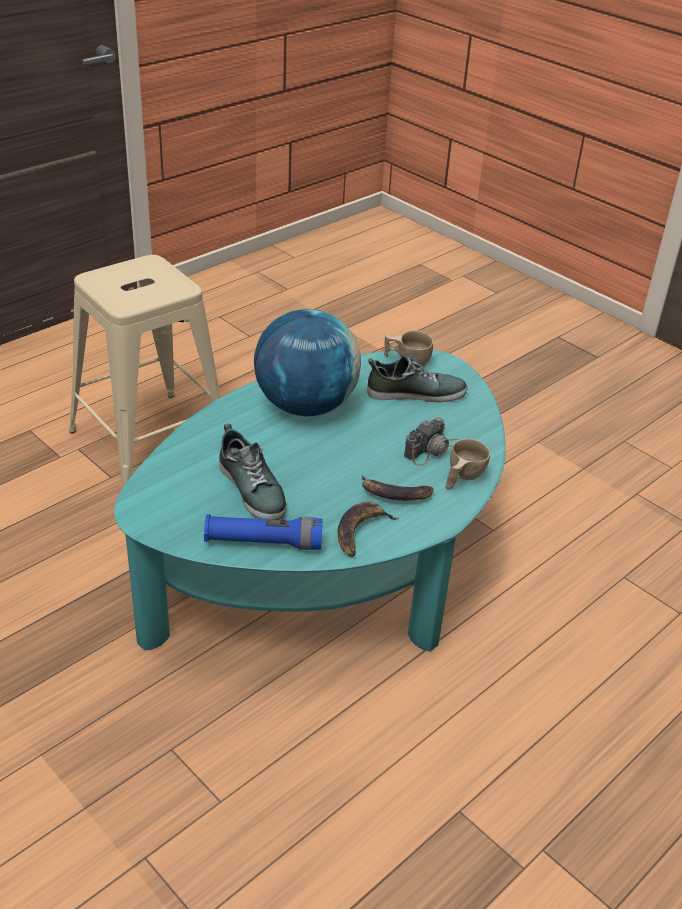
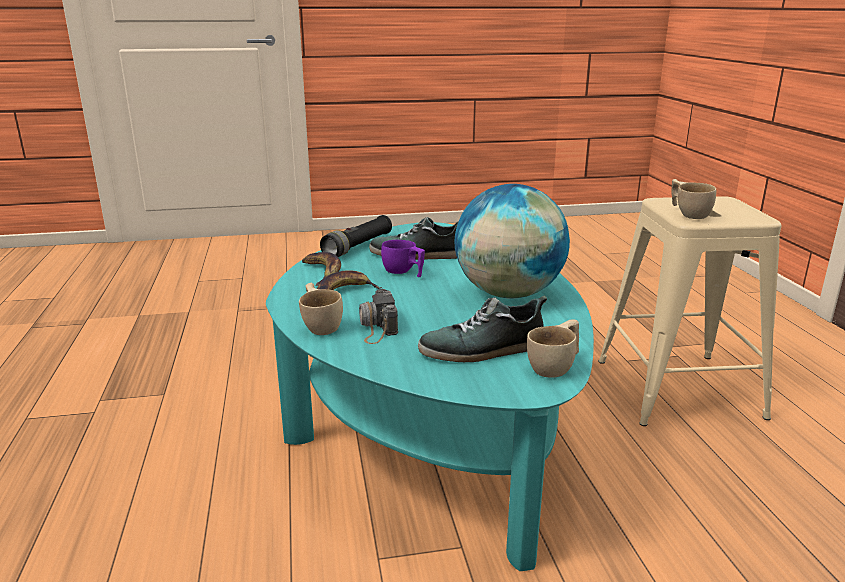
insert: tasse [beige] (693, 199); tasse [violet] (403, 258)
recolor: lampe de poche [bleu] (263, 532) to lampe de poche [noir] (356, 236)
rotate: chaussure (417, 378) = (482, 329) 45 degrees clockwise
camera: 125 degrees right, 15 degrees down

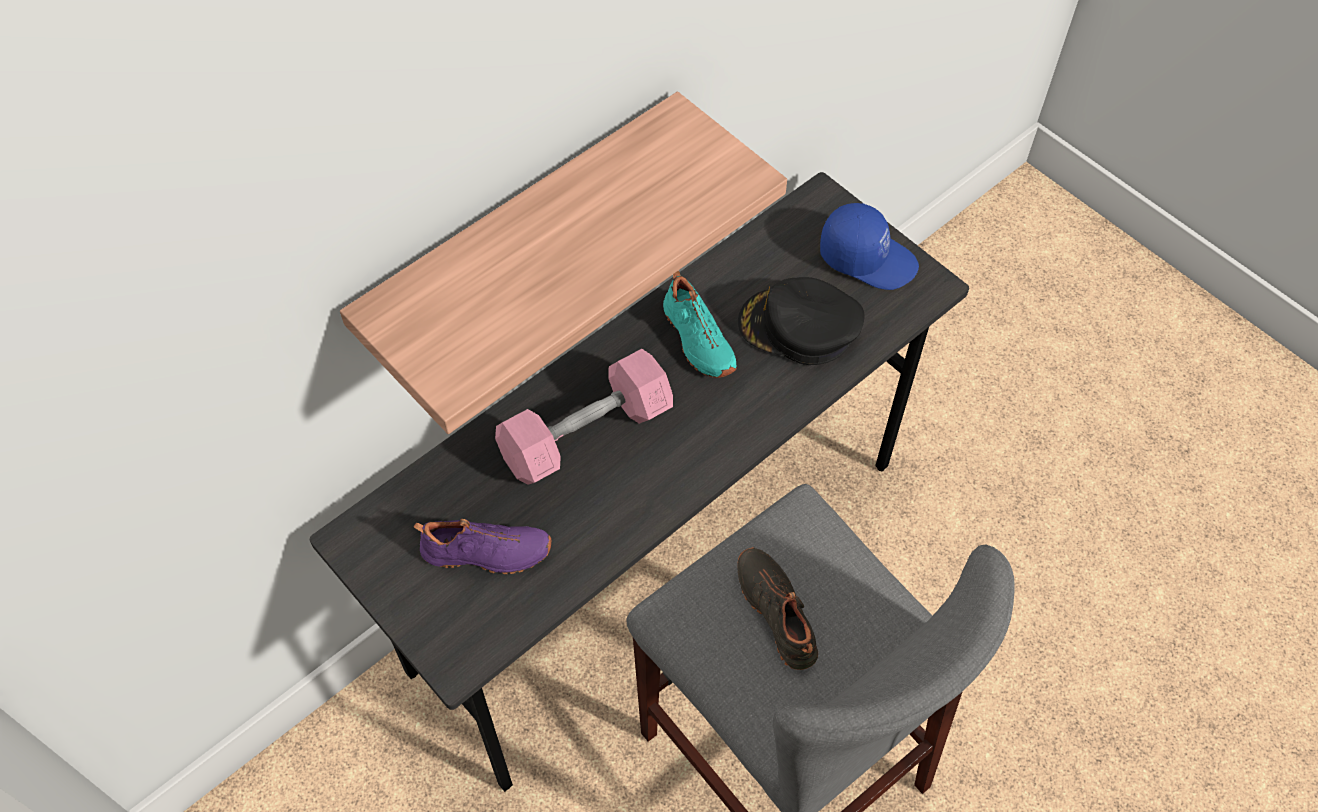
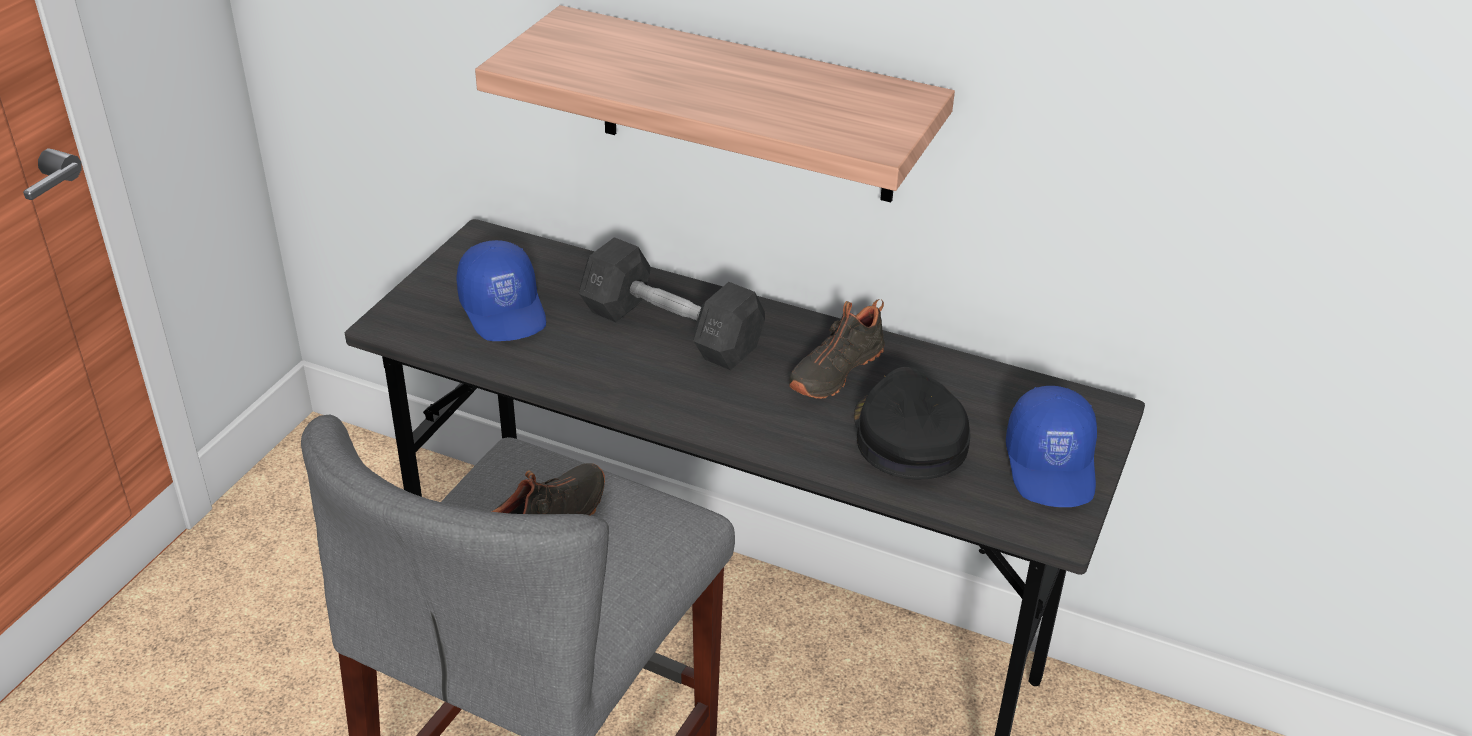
replace: chaussure [violet] (482, 546) to casquette [bleu] (501, 290)
recolor: chaussure [turquoise] (700, 324) to chaussure [noir] (837, 349); haltère [rose] (584, 417) to haltère [gris] (672, 303)
camera: 65 degrees right, 20 degrees down

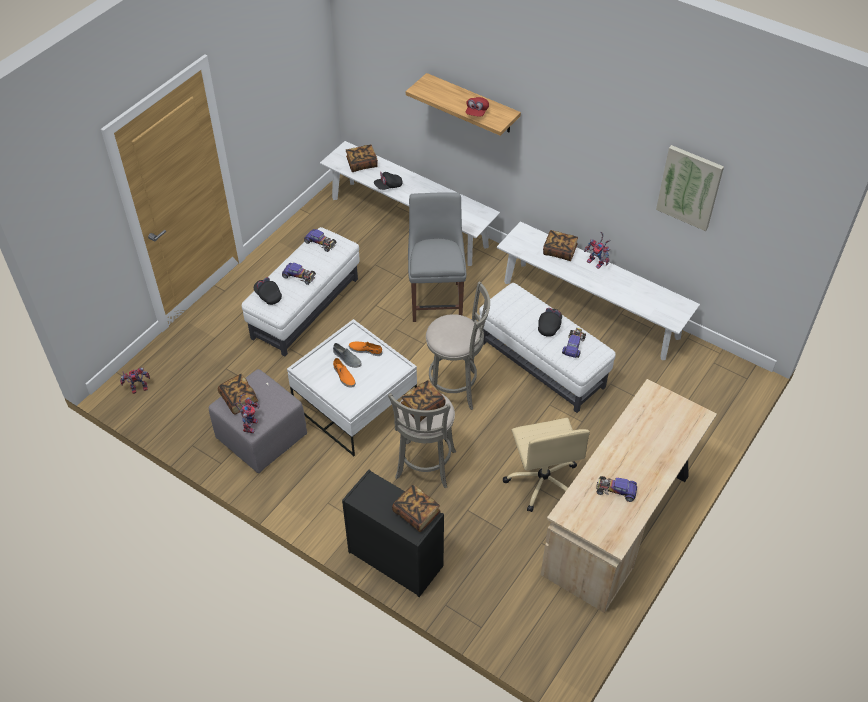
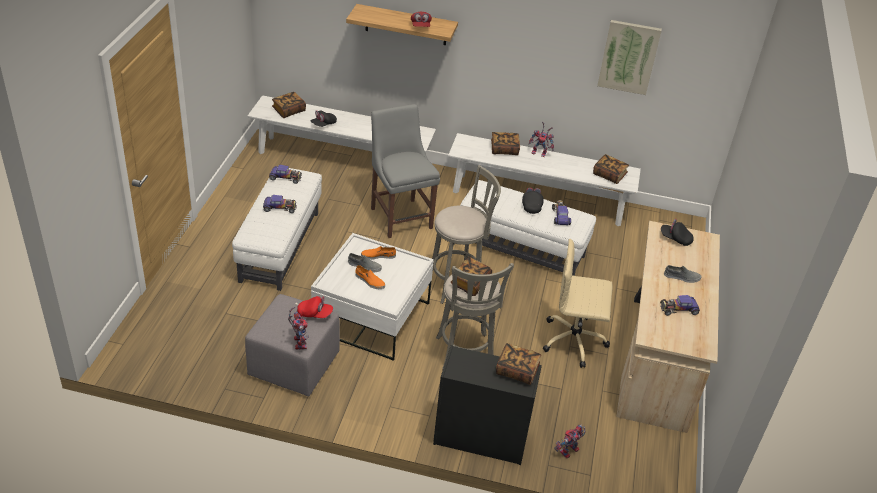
insert: chaussure [gris] (683, 274); casquette [rouge] (315, 307)
move: casquette [noir] (268, 291) to (677, 232); robot jouet (135, 380) to (570, 441); livre (238, 394) to (611, 169)
rotate: chaise de bureau [beige] (546, 465) = (578, 303) 135 degrees clockwise
camera: 25 degrees left, 10 degrees down

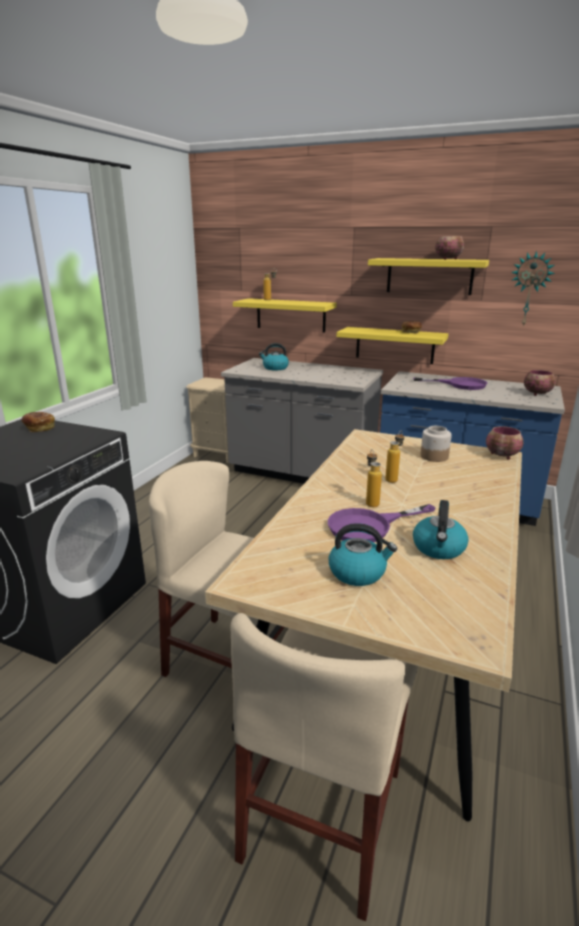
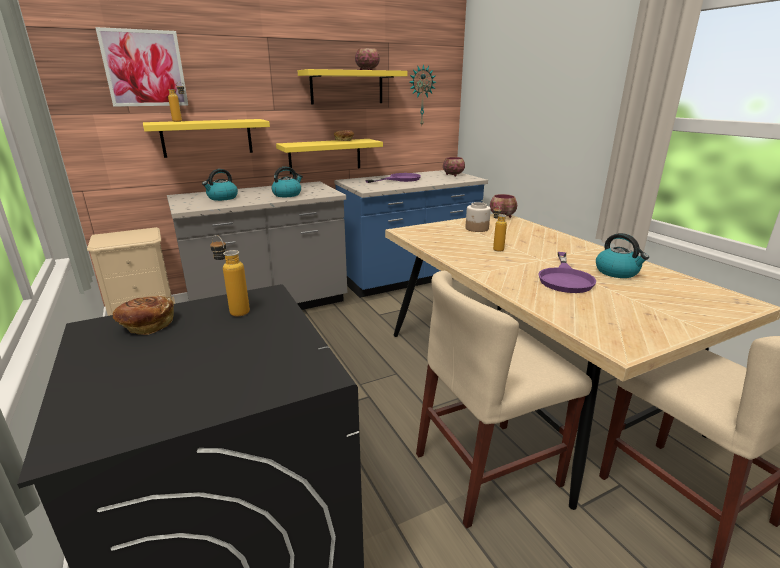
insert: tableau (141, 67)
move: bouteille (374, 478) to (230, 276); bouilloire (363, 554) to (287, 181)
camera: 50 degrees left, 0 degrees up

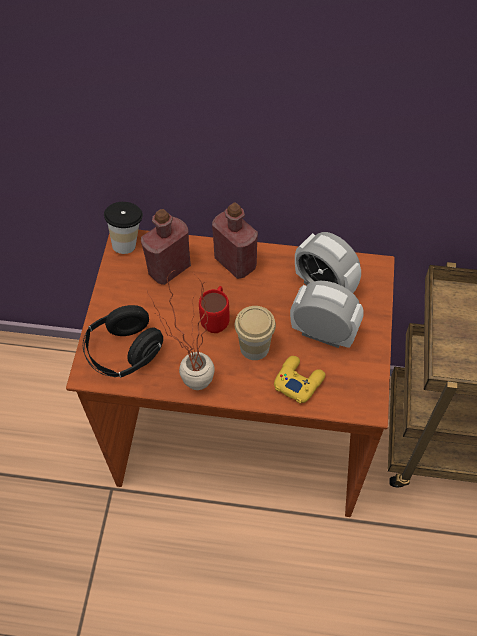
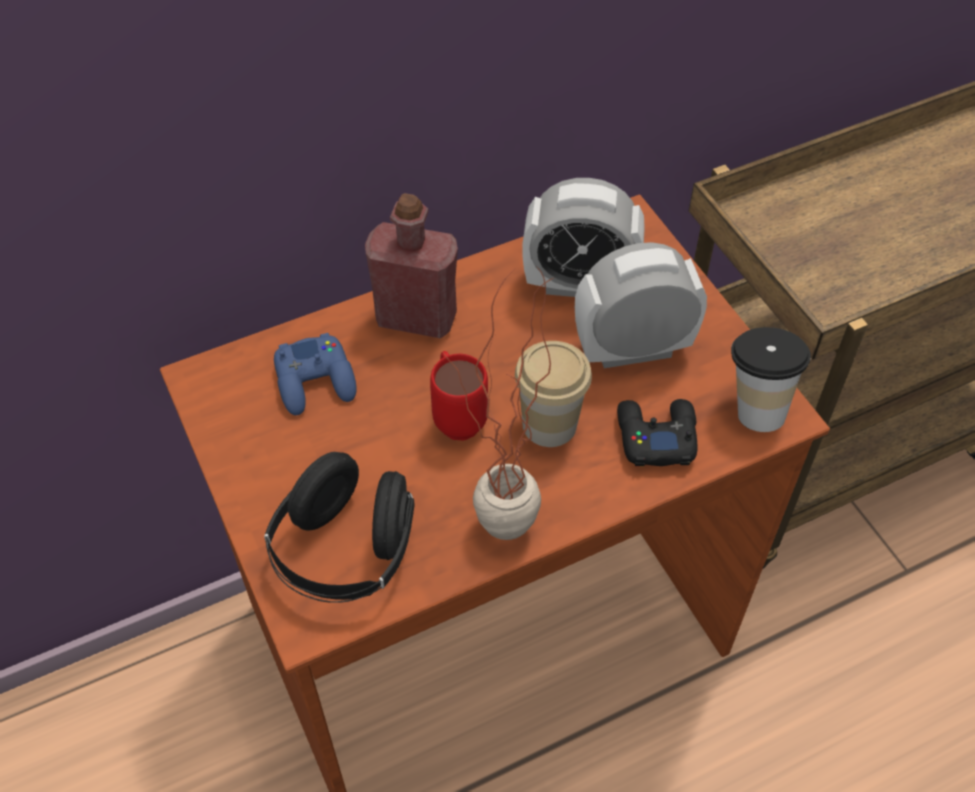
move: tasse (123, 228) to (771, 379)
replace: bouteille [rouge] (166, 247) to manette [bleu] (315, 374)
recolor: manette [jaune] (299, 380) to manette [noir] (657, 432)
camera: 35 degrees left, 5 degrees down

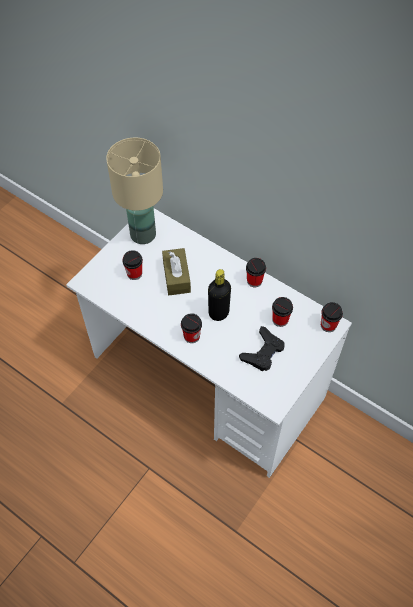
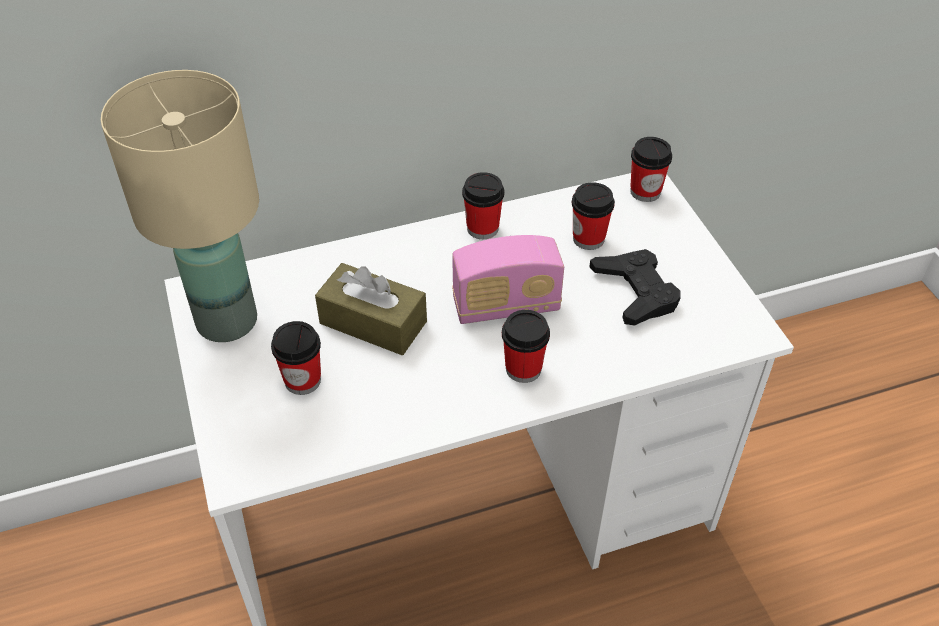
replace: bouteille [noir] (219, 295) to radio (508, 279)
camera: 55 degrees left, 10 degrees down

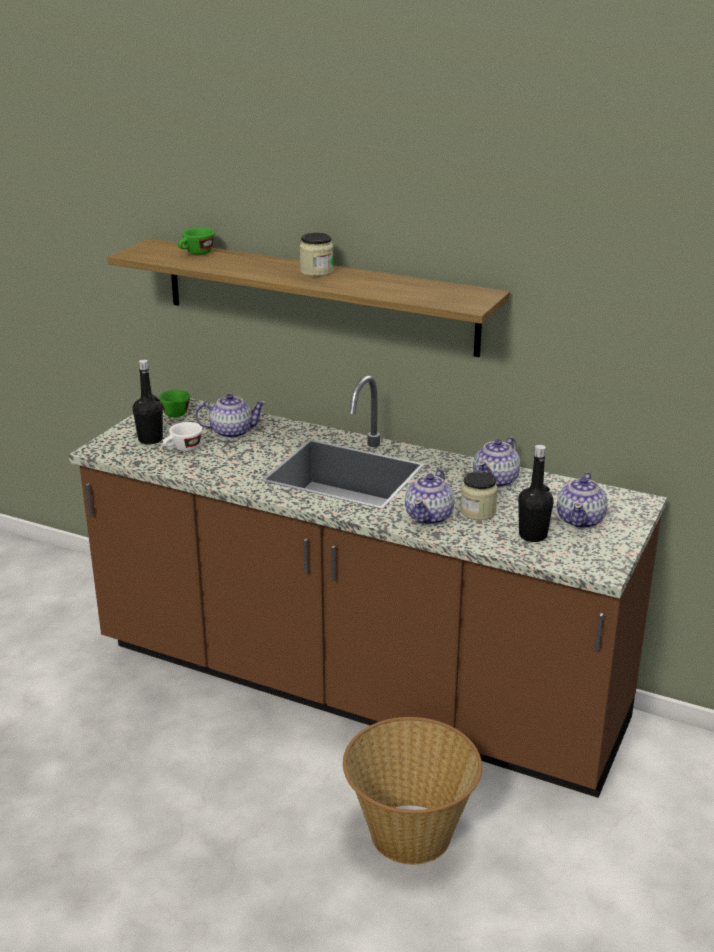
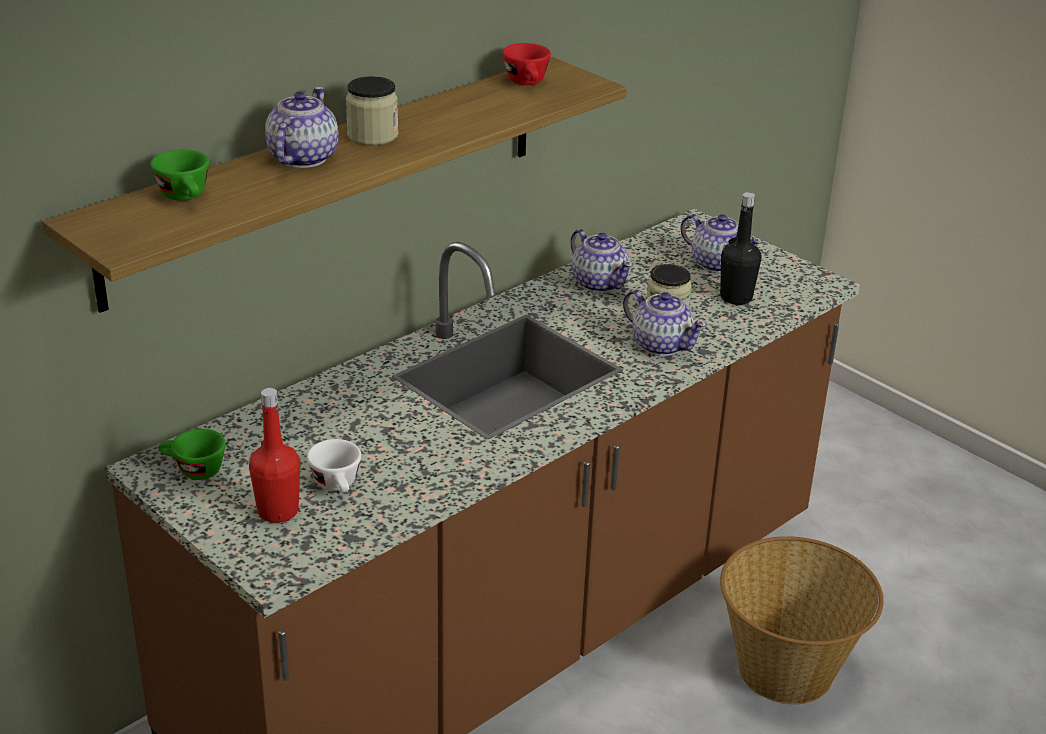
insert: tasse [rouge] (527, 64)
move: théière (230, 416) to (302, 127)
recolor: bouteille [noir] (148, 401) to bouteille [rouge] (274, 455)
camera: 70 degrees left, 5 degrees up

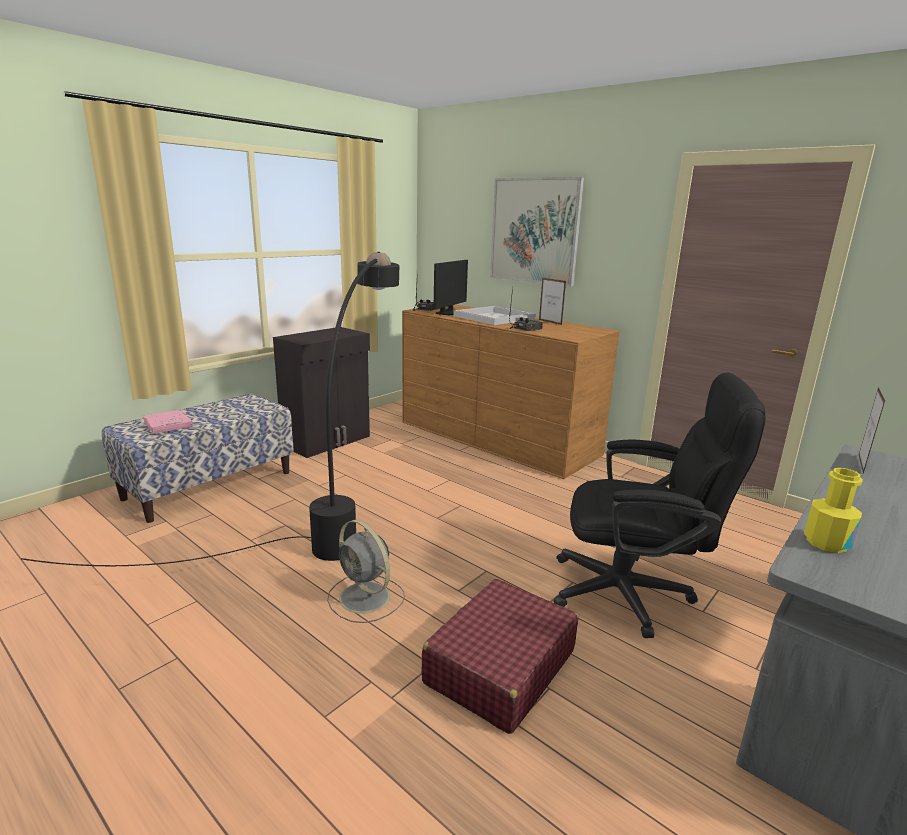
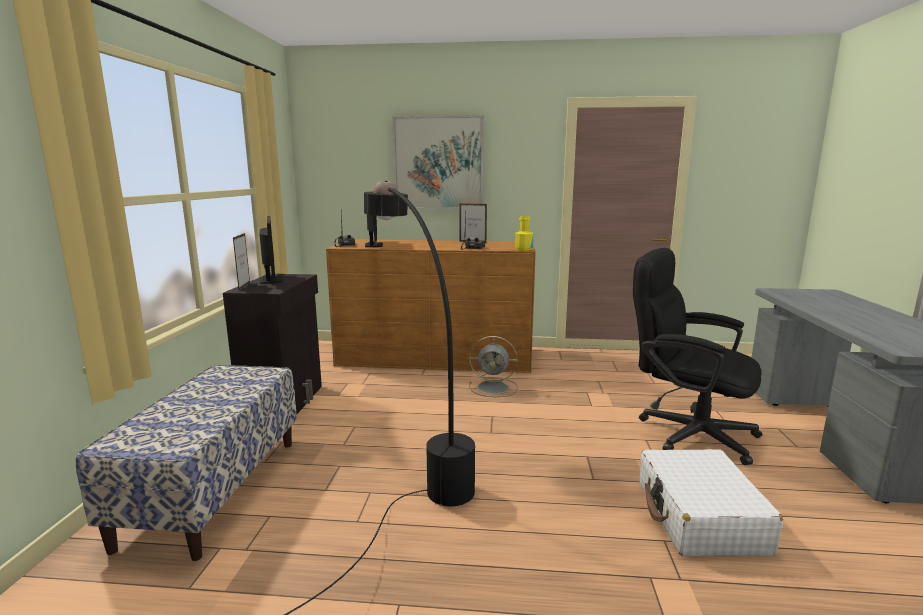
delete: plateau [blanc] (494, 315); livre [rose] (168, 422)
insert: écran d'ordinateur (271, 250)
move: cadre photo (872, 430) to (241, 261); bouteille [jaune] (833, 510) to (524, 233); ventilateur [gris] (366, 571) to (493, 366)
recolor: valise [rouge] (500, 656) to valise [blanc] (711, 502)
rotate: chaise de bureau [noir] (660, 505) = (697, 356) 120 degrees counterclockwise
camera: 35 degrees left, 5 degrees down

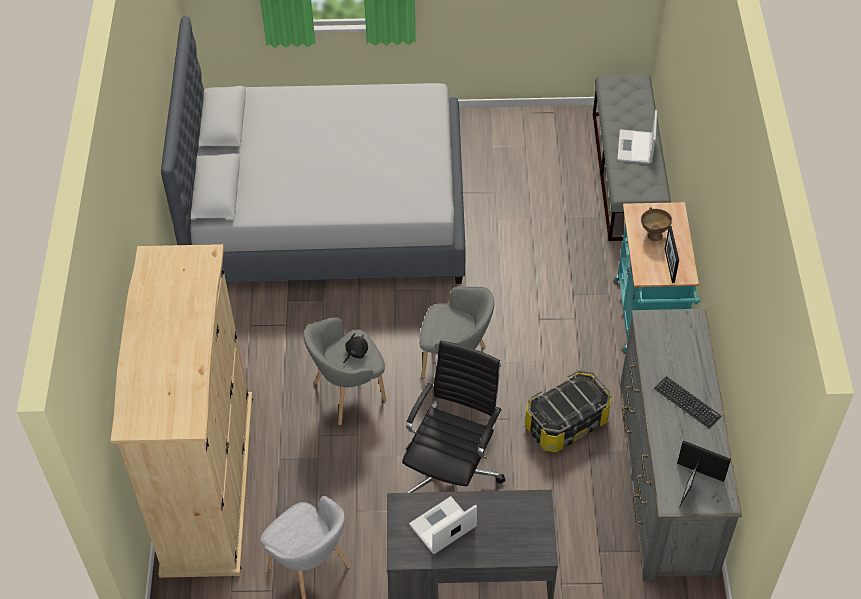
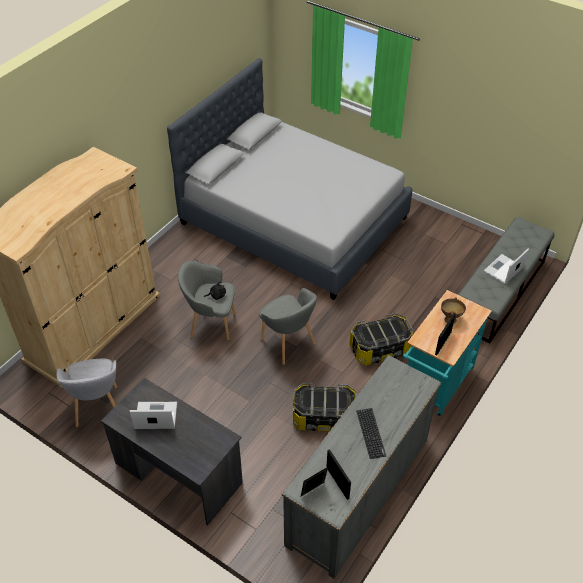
delete: chaise de bureau [noir] (454, 417)
insert: boîte de rangement (381, 339)
camera: 35 degrees right, 5 degrees down

